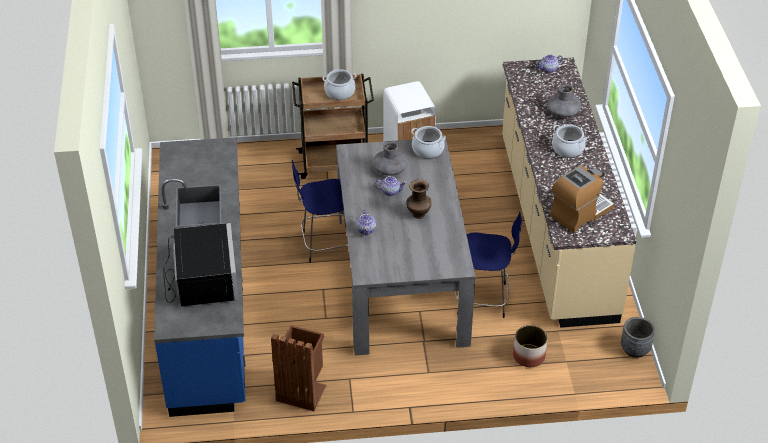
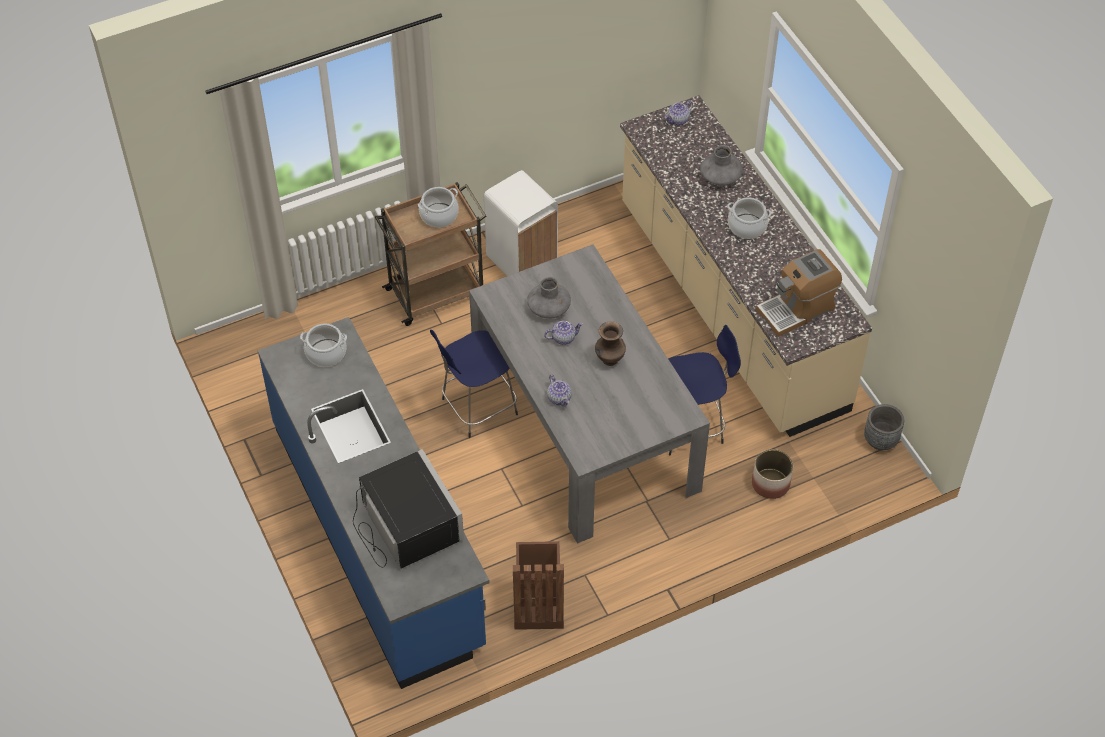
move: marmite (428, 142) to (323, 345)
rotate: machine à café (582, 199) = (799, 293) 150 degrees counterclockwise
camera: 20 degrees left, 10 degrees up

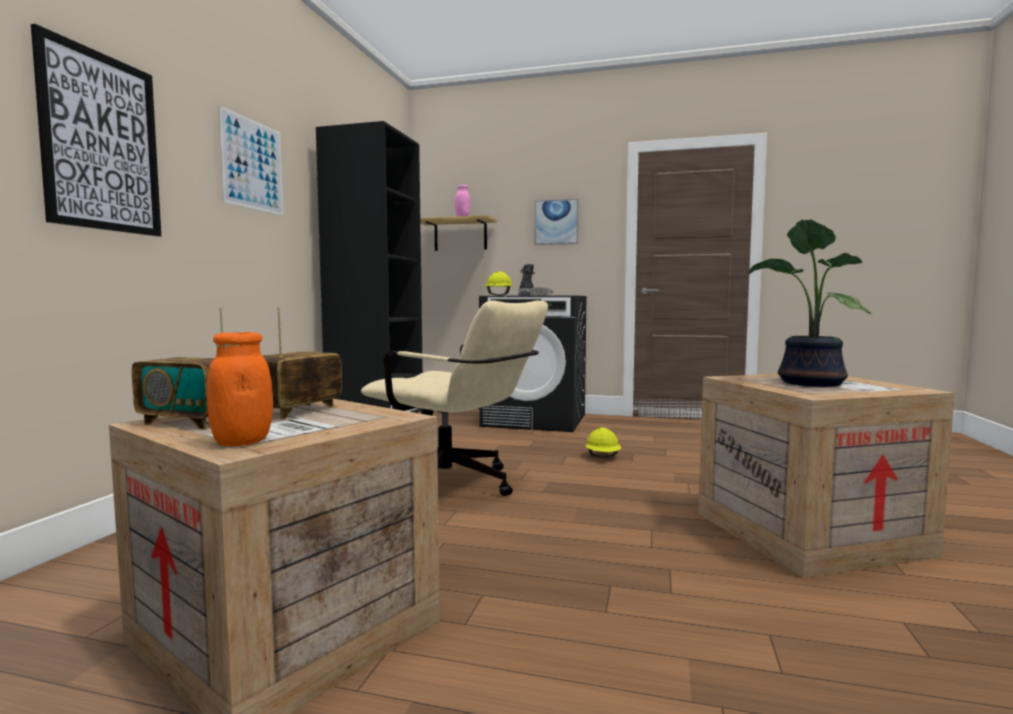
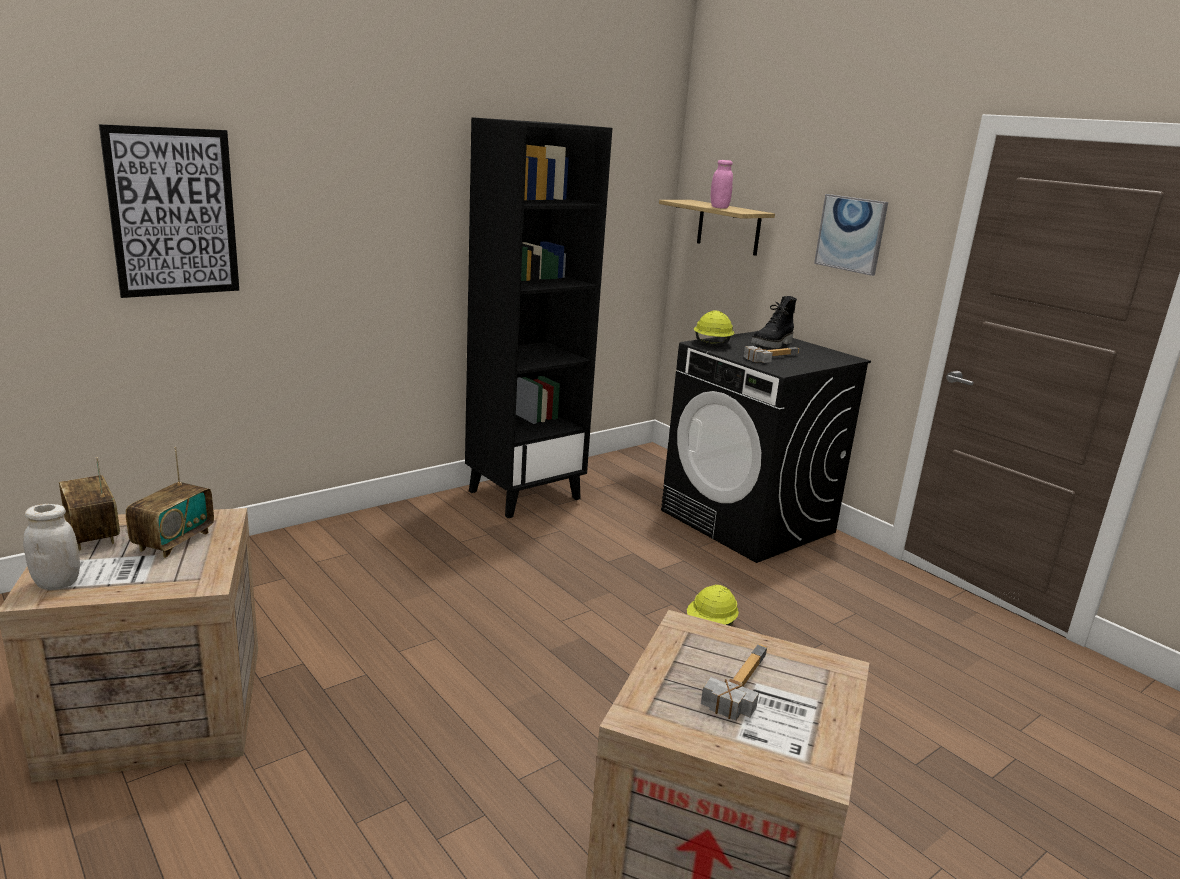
delete: tableau (250, 160); chaise de bureau [beige] (454, 398)
replace: plante en pot (810, 303) to marteau (734, 682)
recolor: bocal [orange] (239, 389) to bocal [blanc] (51, 547)
rotate: radio (302, 363) = (170, 502) 135 degrees clockwise
camera: 35 degrees right, 15 degrees up

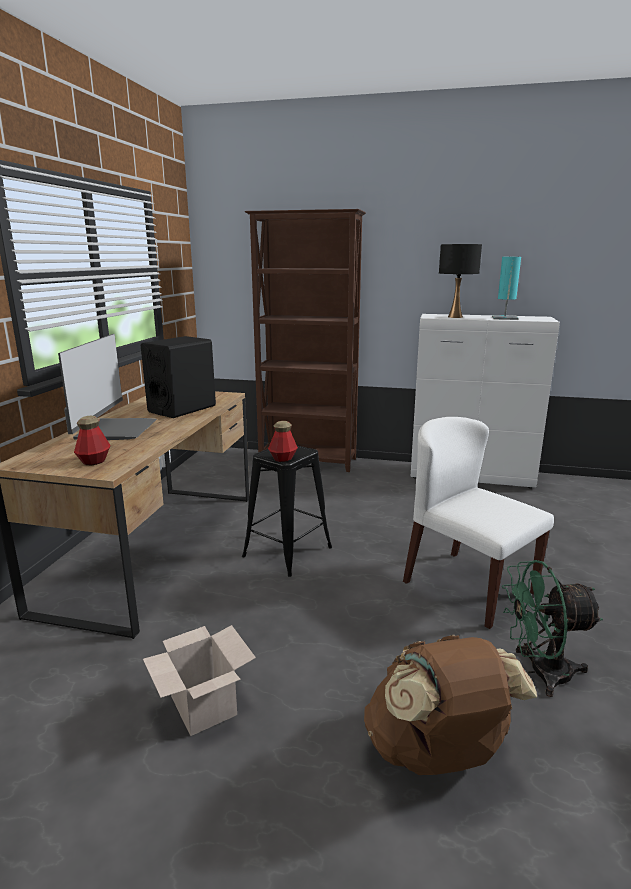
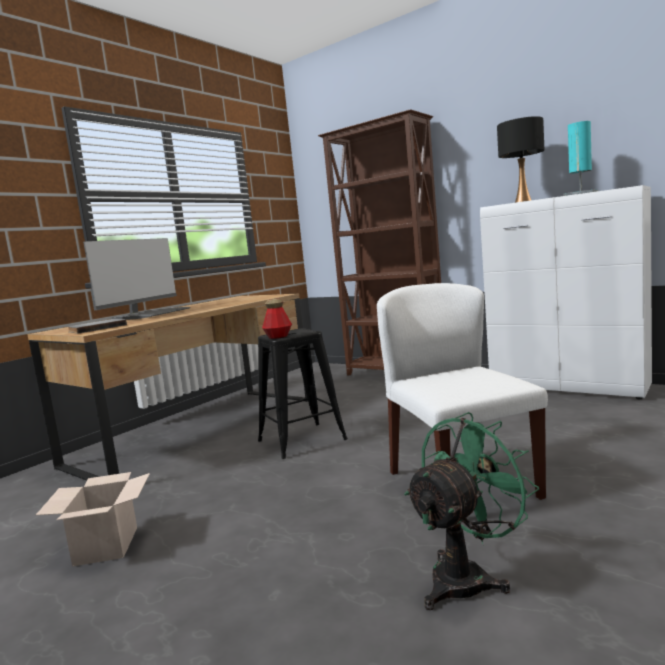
delete: enceinte [noir] (178, 377); sac à dos [marron] (450, 705)
replace: bouteille (92, 440) to livre [gris] (97, 326)
rotate: ventilateur [vert] (552, 628) = (471, 511) 120 degrees clockwise
camera: 25 degrees right, 10 degrees down

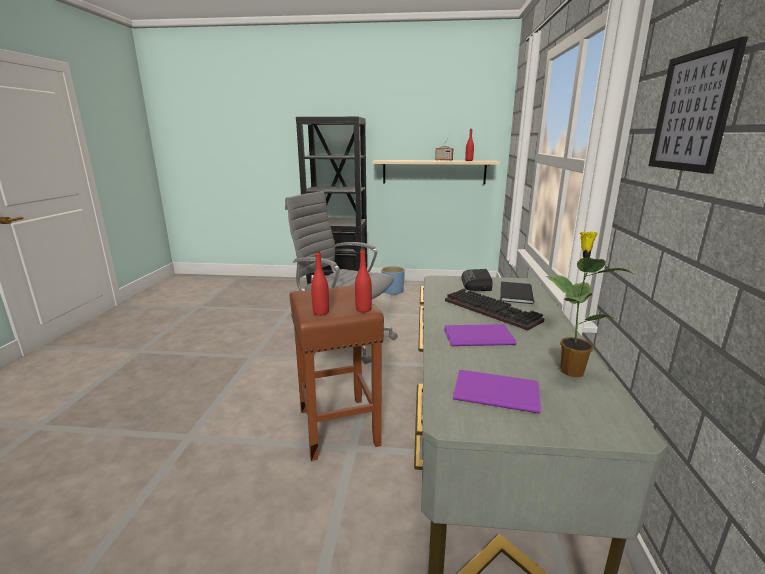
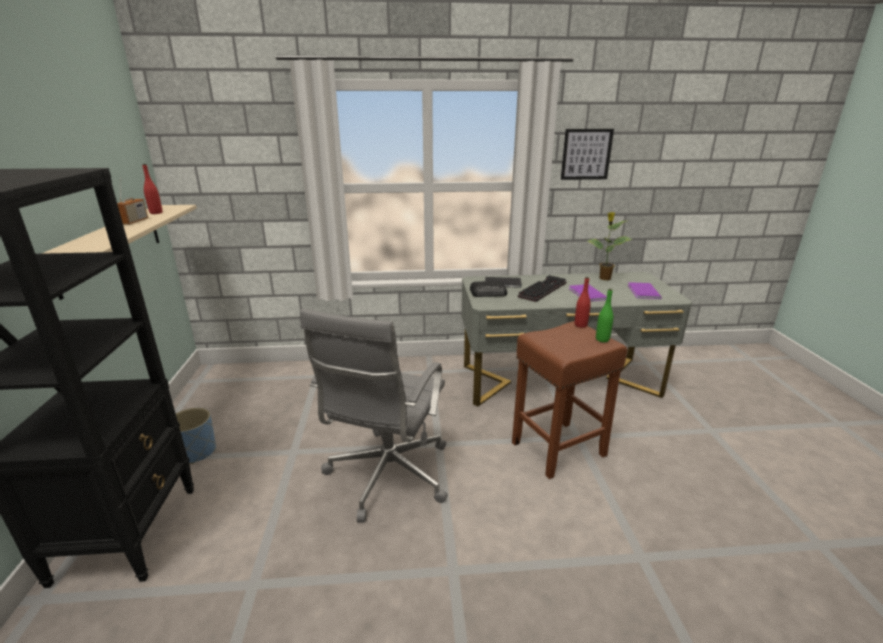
recolor: bouteille [rouge] (320, 283) to bouteille [vert] (604, 315)
camera: 100 degrees left, 5 degrees up

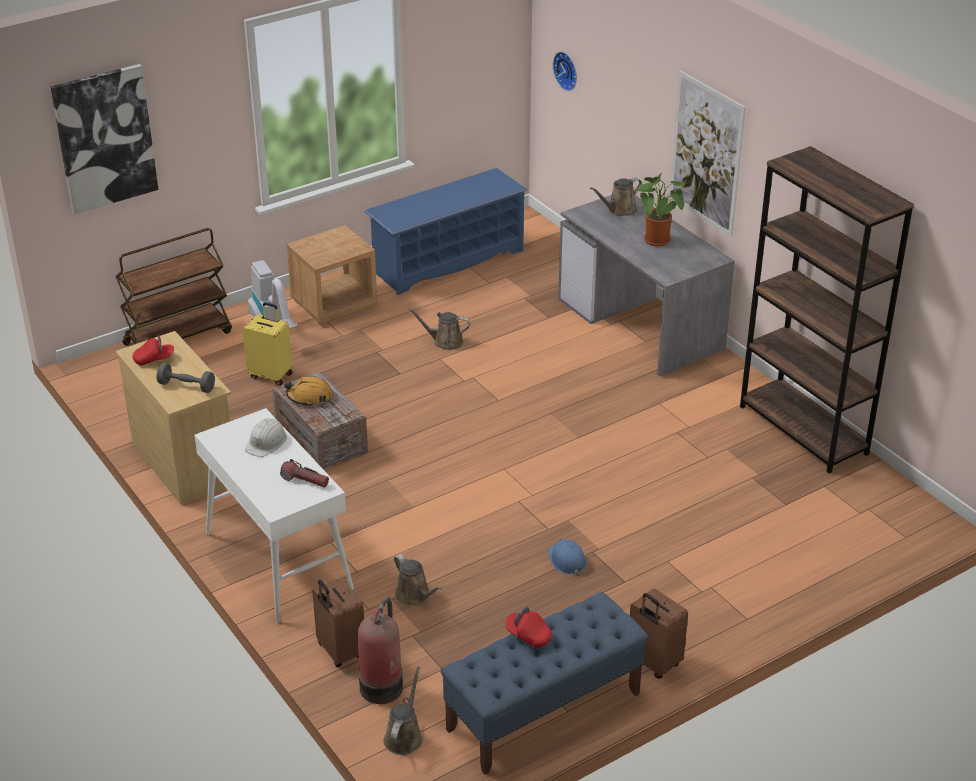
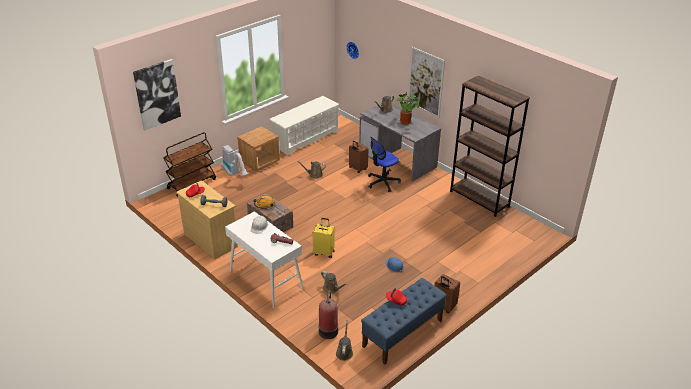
insert: chaise de bureau (384, 164)
move: valise [jaune] (267, 344) to (323, 238); valise [marron] (338, 622) to (359, 156)
recolor: étagère à chaussures [bleu] (445, 231) to étagère à chaussures [blanc] (304, 126)
camera: 10 degrees left, 0 degrees up

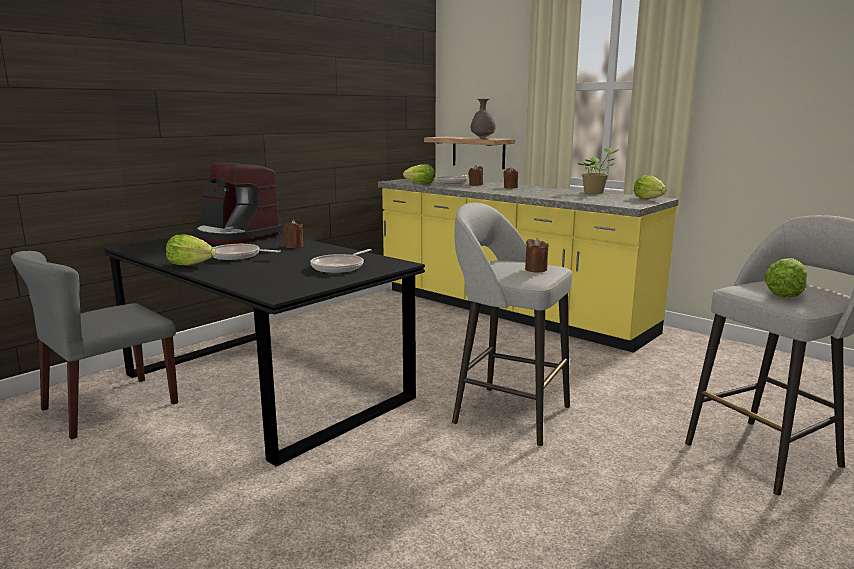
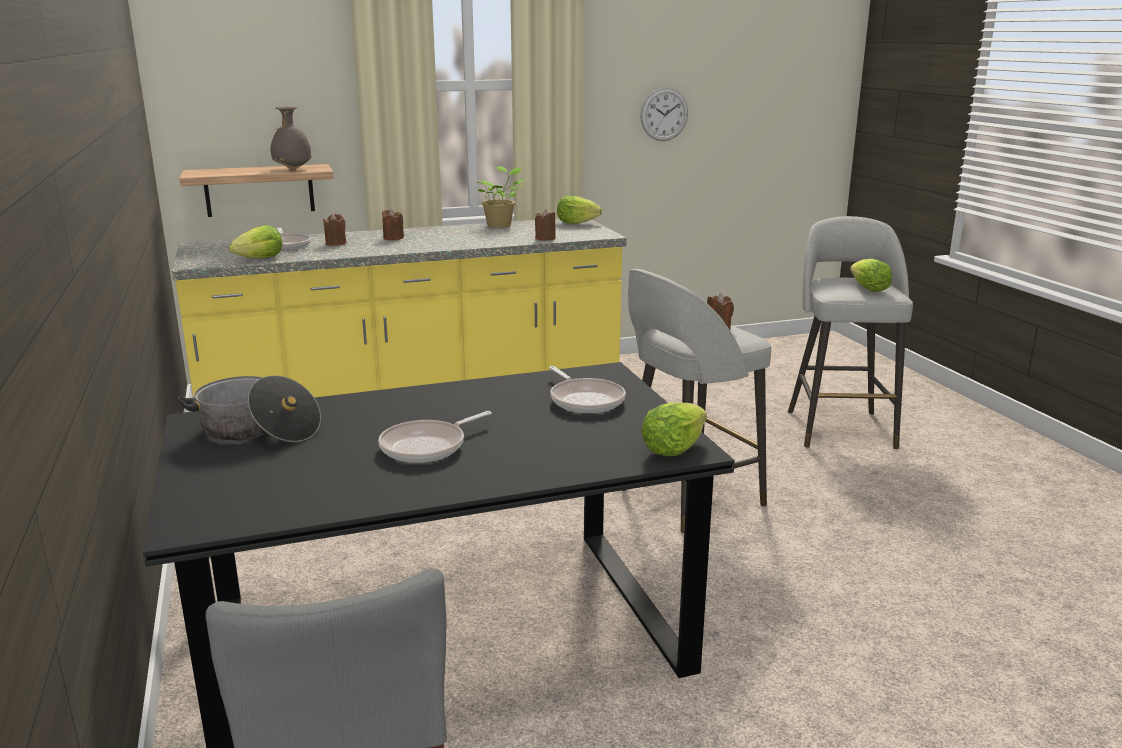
insert: horloge murale (664, 114)
move: bougie [marron] (293, 234) to (545, 225); laitue (191, 250) to (674, 429)
replace: machine à café (237, 203) to marmite (249, 408)
camera: 60 degrees left, 5 degrees up

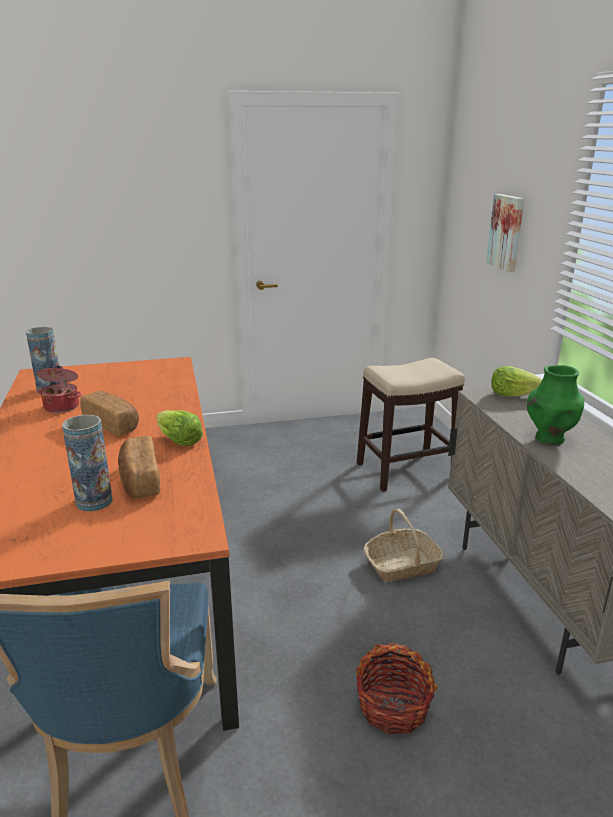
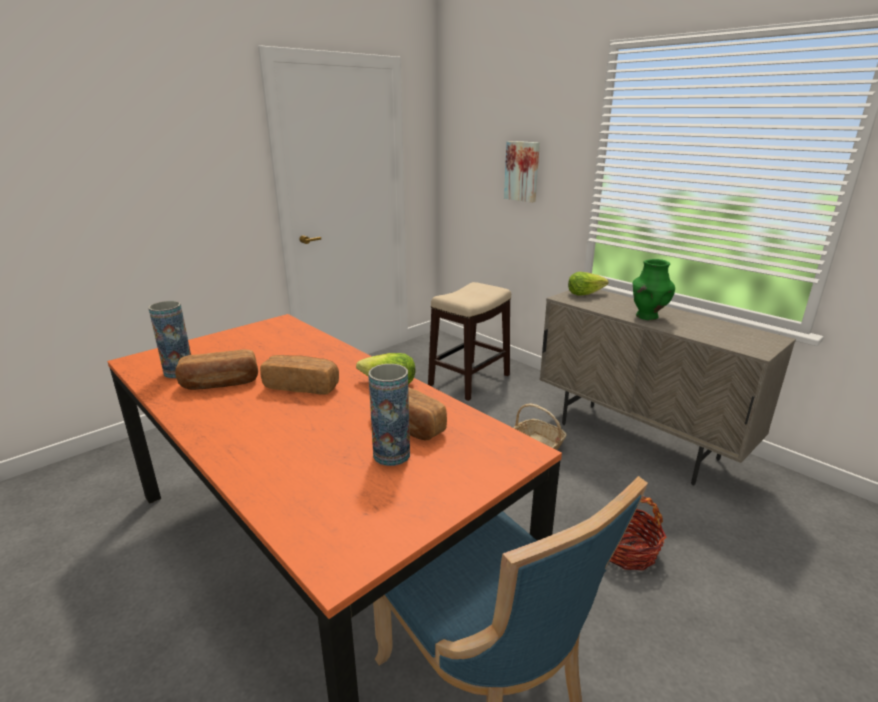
replace: marmite (60, 389) to pain (216, 369)
camera: 30 degrees left, 0 degrees up

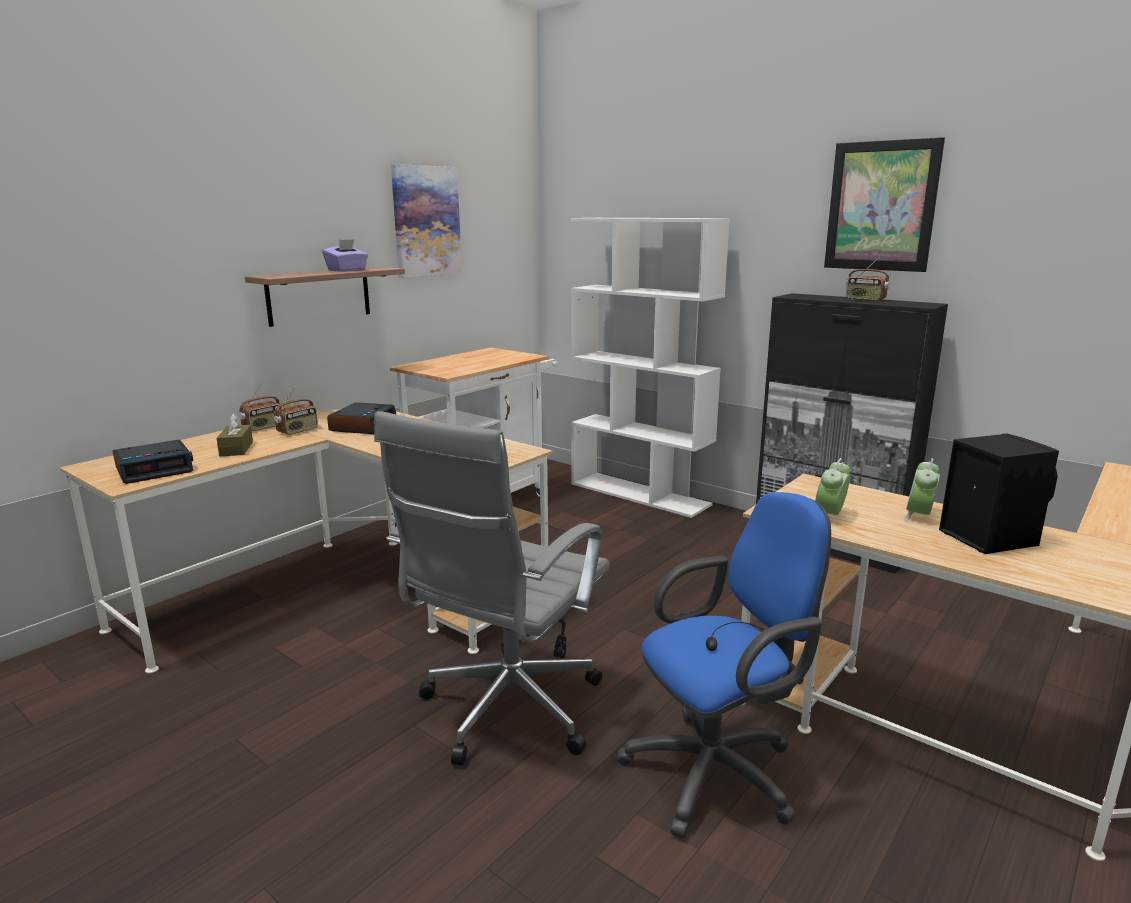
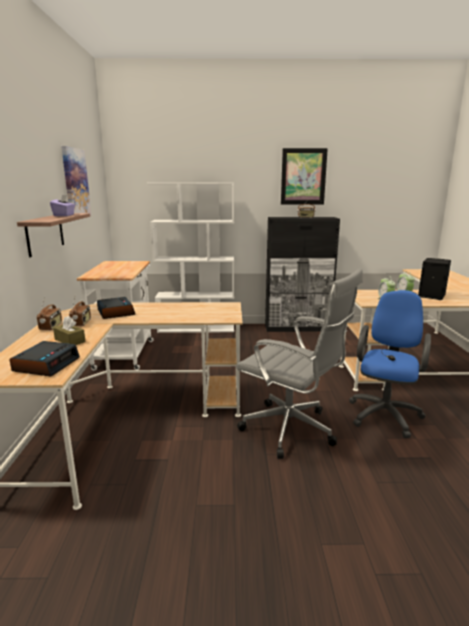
rotate: chaise de bureau [gris] (492, 588) = (299, 363) 45 degrees counterclockwise
camera: 40 degrees left, 0 degrees up

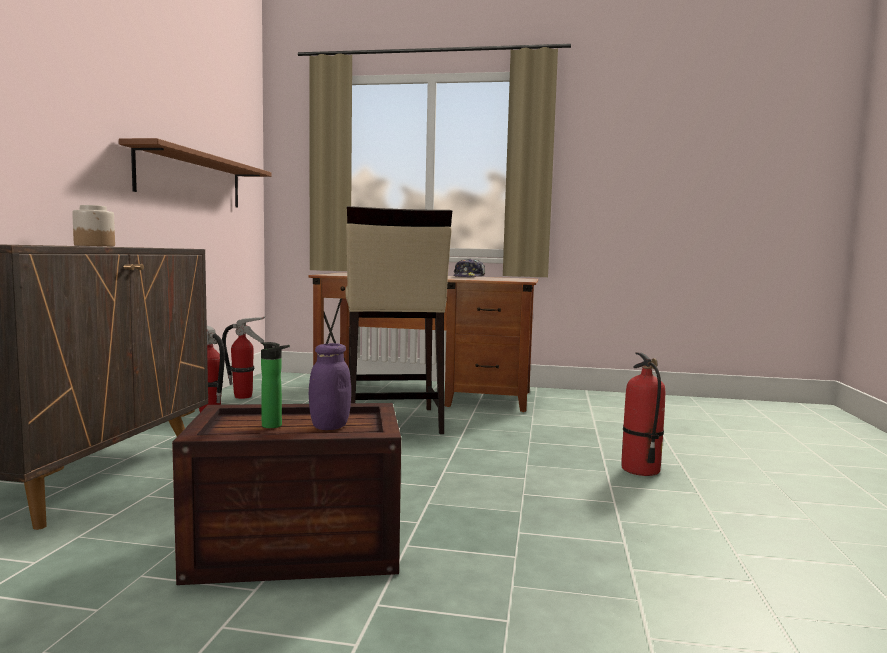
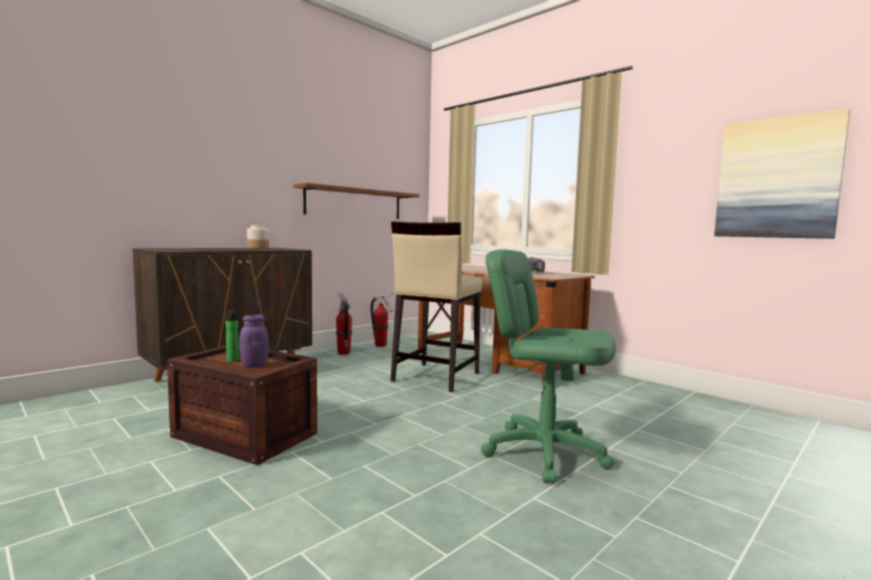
insert: tableau (782, 173)
replace: extincteur (643, 414) to chaise de bureau [vert] (548, 366)
camera: 35 degrees right, 0 degrees up

